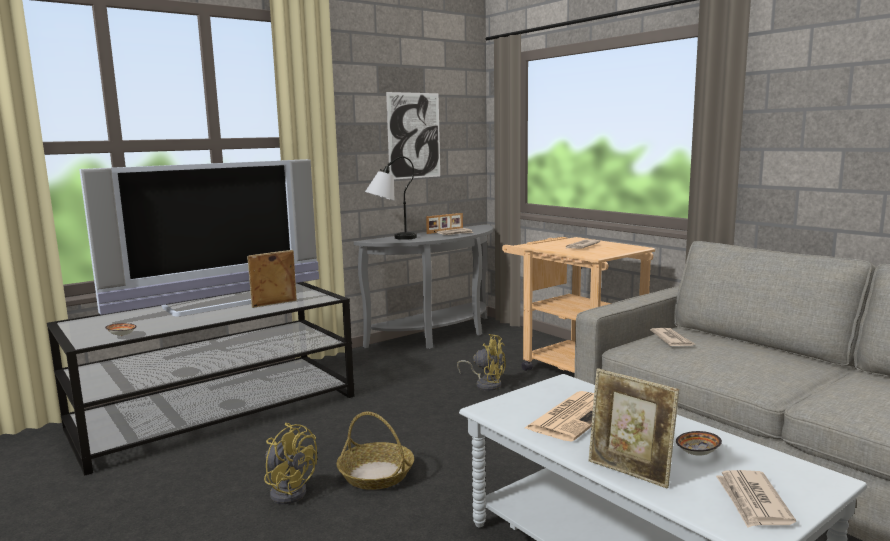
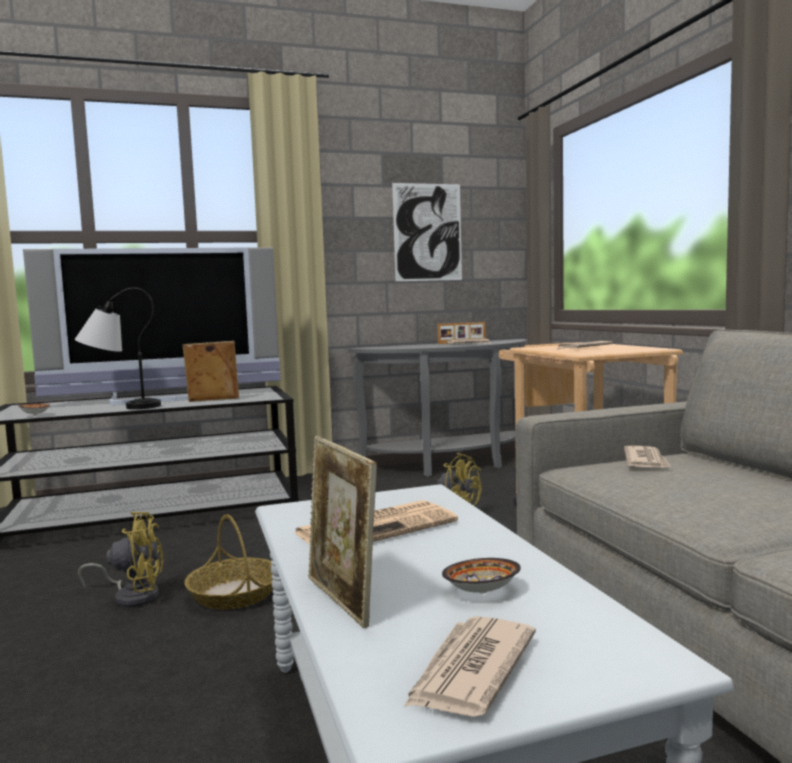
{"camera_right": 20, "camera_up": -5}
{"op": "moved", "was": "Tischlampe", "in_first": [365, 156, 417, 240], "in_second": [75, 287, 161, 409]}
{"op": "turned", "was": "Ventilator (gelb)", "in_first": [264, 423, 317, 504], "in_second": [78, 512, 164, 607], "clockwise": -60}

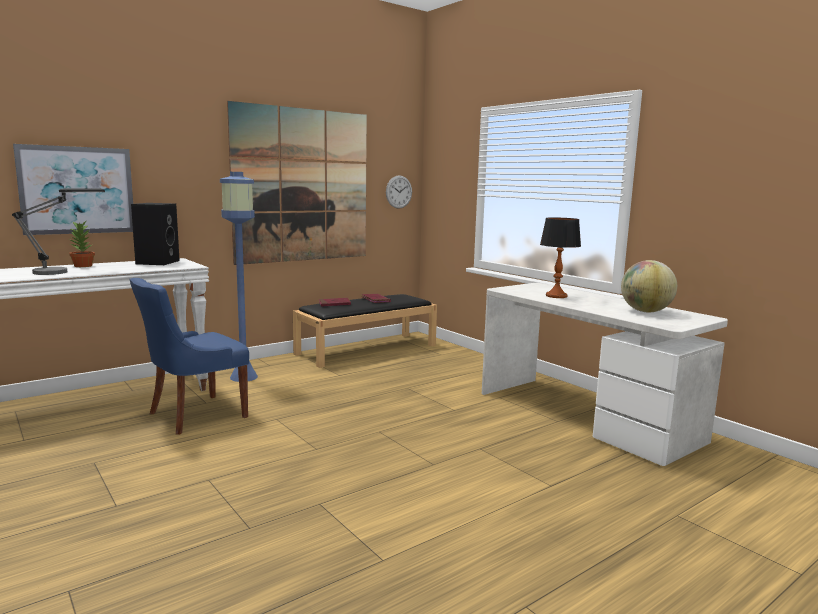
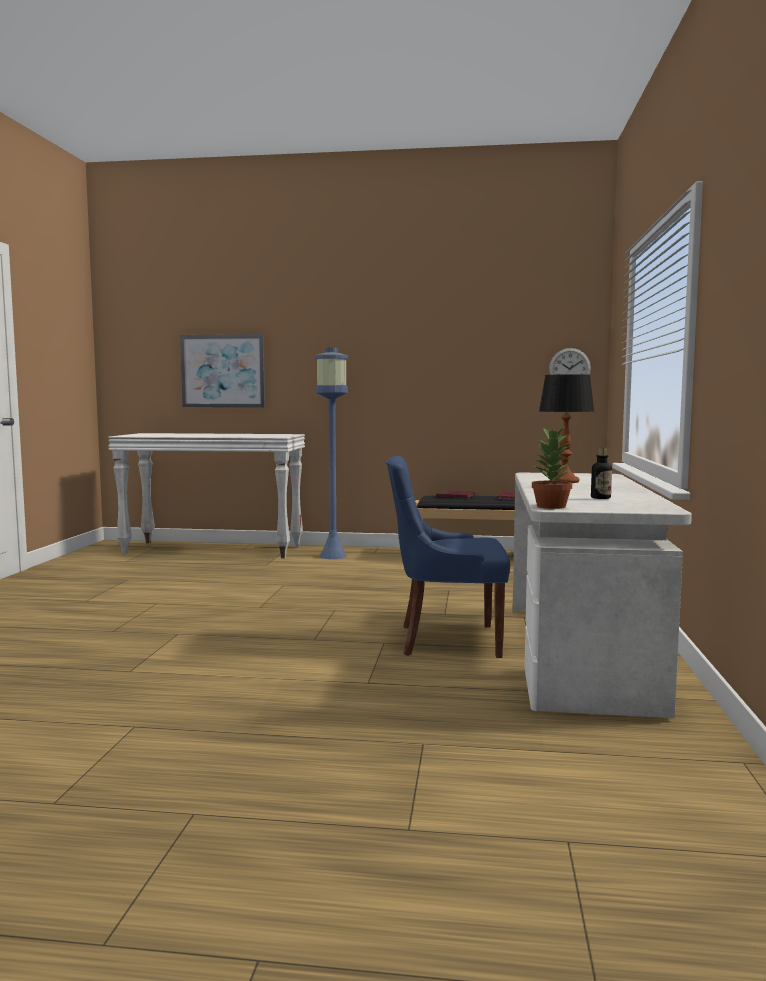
{"camera_right": 45, "camera_up": -5}
{"op": "removed", "was": "Tischlampe", "in_first": [12, 189, 105, 275]}
{"op": "removed", "was": "Lautsprecher (schwarz)", "in_first": [131, 203, 180, 265]}
{"op": "removed", "was": "Bild", "in_first": [227, 101, 367, 265]}
{"op": "moved", "was": "Topfpflanze", "in_first": [69, 221, 95, 267], "in_second": [532, 427, 572, 509]}
{"op": "moved", "was": "Stuhl (blau)", "in_first": [129, 278, 249, 435], "in_second": [386, 456, 510, 658]}
{"op": "replaced", "was": "Globus", "now": "Flasche", "in_first": [621, 260, 677, 312], "in_second": [591, 448, 612, 499]}

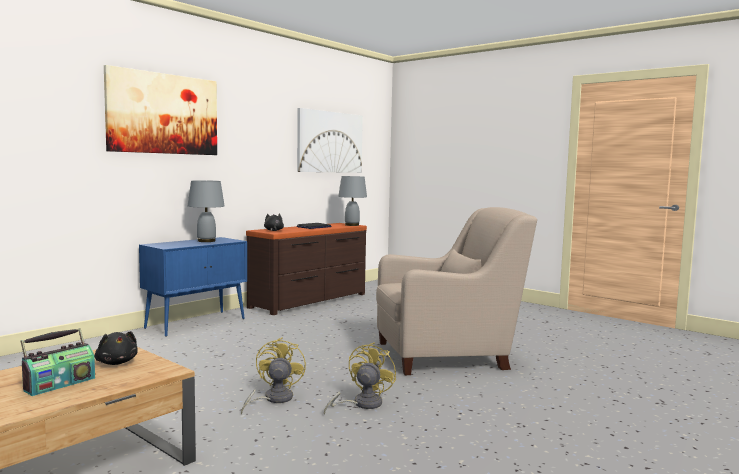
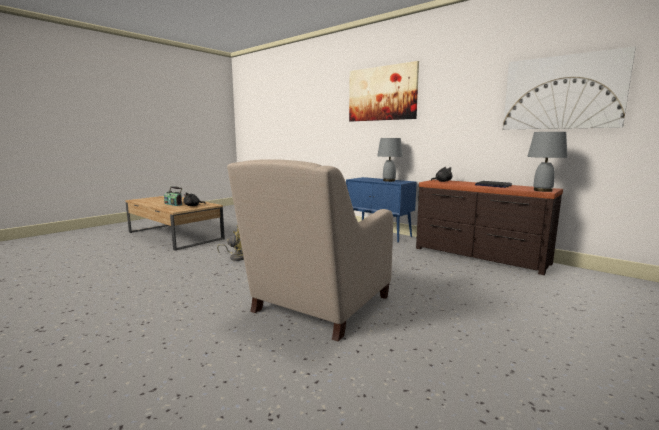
{"camera_right": 90, "camera_up": 5}
{"op": "removed", "was": "Ventilator (gelb)", "in_first": [324, 342, 397, 415]}
{"op": "turned", "was": "Sessel (beige)", "in_first": [376, 207, 537, 375], "in_second": [227, 159, 393, 341], "clockwise": 45}

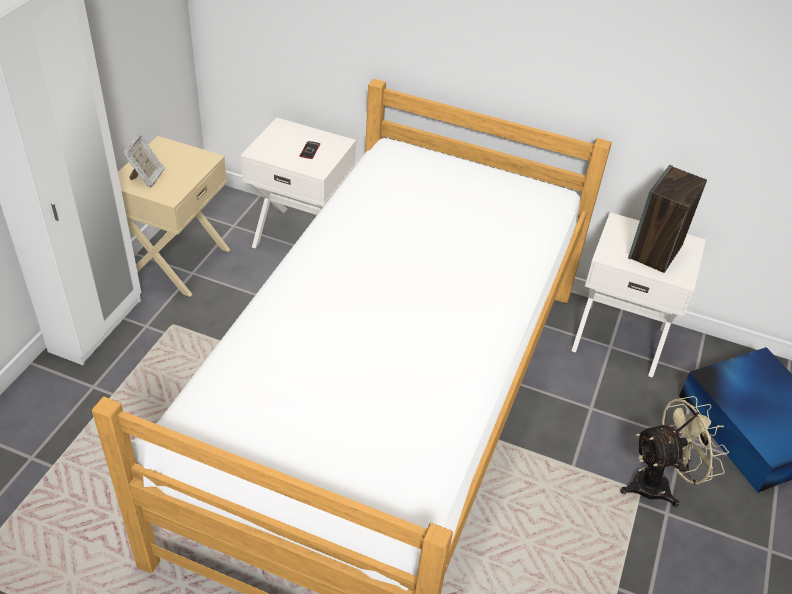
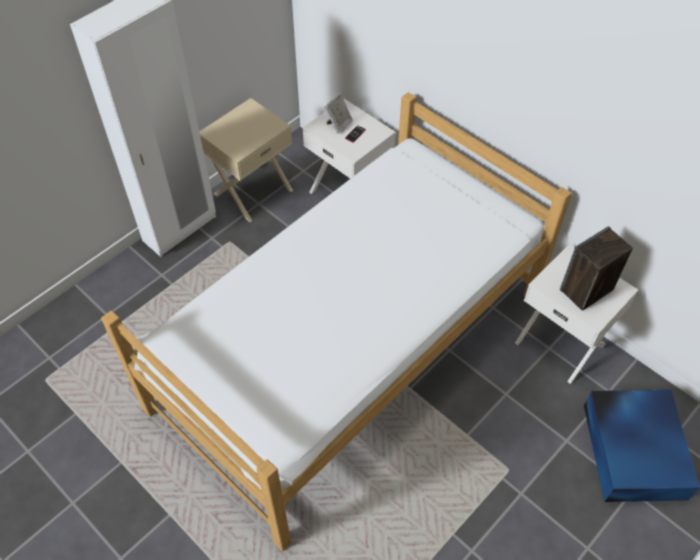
{"camera_right": 25, "camera_up": 10}
{"op": "removed", "was": "Ventilator (beige)", "in_first": [620, 396, 729, 508]}
{"op": "moved", "was": "Bilderrahmen", "in_first": [123, 134, 165, 187], "in_second": [324, 93, 353, 134]}

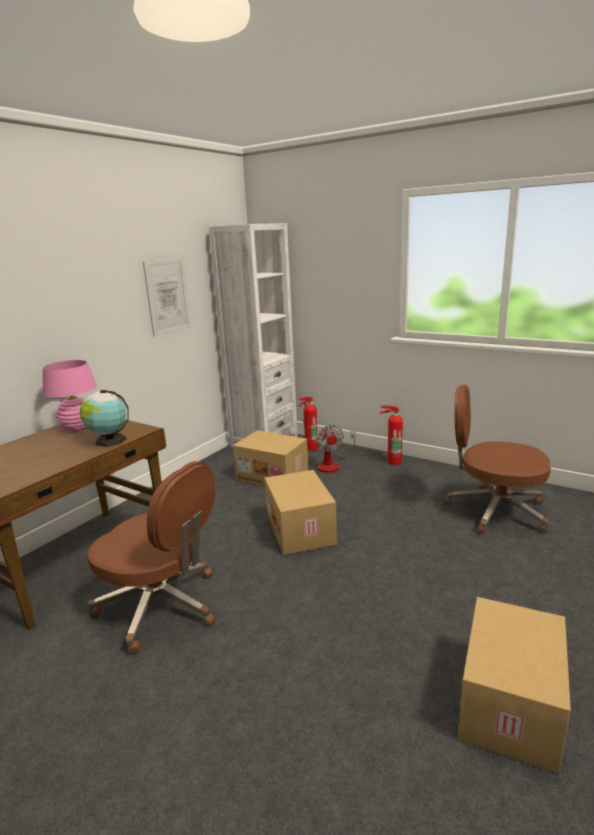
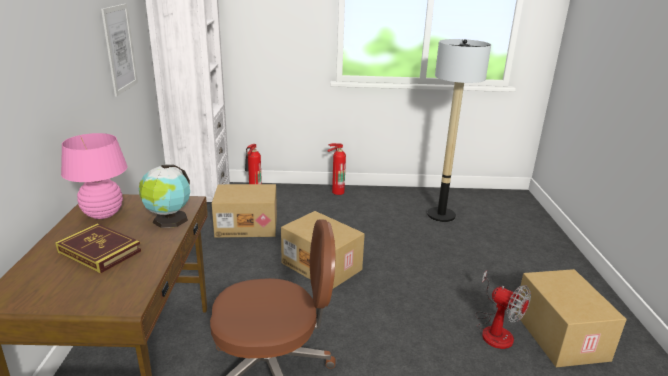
{"camera_right": -35, "camera_up": 5}
{"op": "added", "now": "Buch", "in_second": [55, 223, 141, 273]}
{"op": "moved", "was": "Ventilator", "in_first": [317, 425, 356, 473], "in_second": [475, 271, 531, 349]}
{"op": "replaced", "was": "Bürostuhl (braun)", "now": "Stehlampe", "in_first": [443, 385, 551, 535], "in_second": [427, 39, 491, 222]}

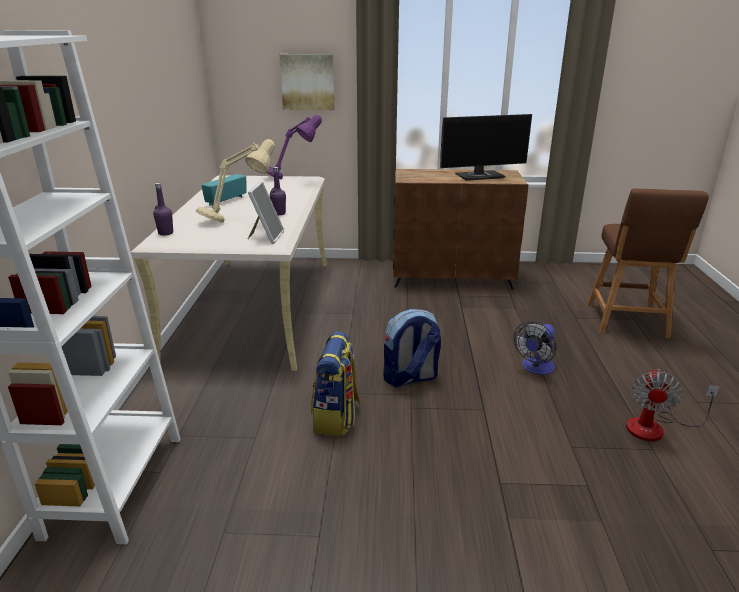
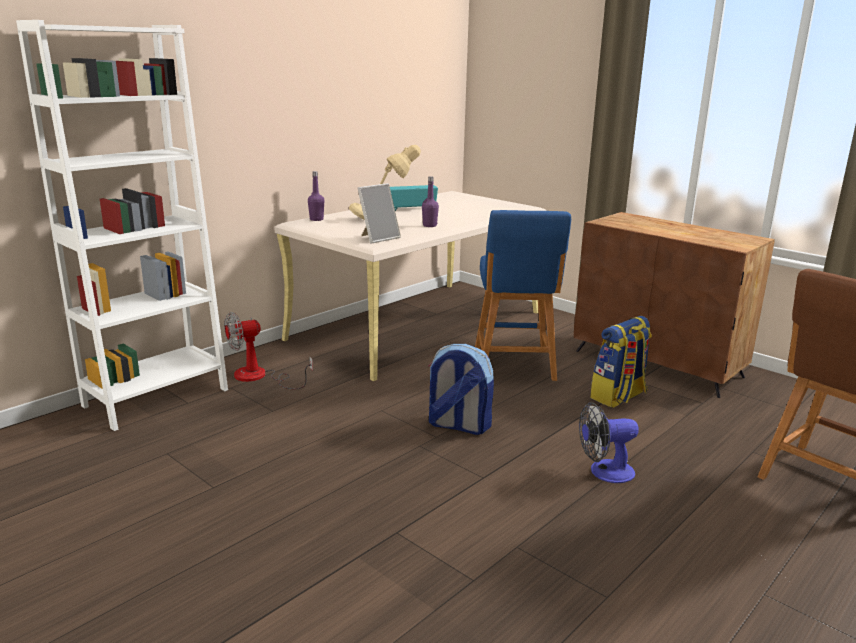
{"camera_right": 40, "camera_up": -5}
{"op": "removed", "was": "Tischlampe (lila)", "in_first": [267, 115, 322, 179]}
{"op": "removed", "was": "Bild", "in_first": [279, 54, 334, 110]}
{"op": "removed", "was": "Monitor", "in_first": [440, 114, 532, 181]}
{"op": "added", "now": "Hocker (blau)", "in_second": [475, 210, 571, 381]}
{"op": "moved", "was": "Rucksack", "in_first": [311, 331, 360, 436], "in_second": [590, 316, 652, 408]}
{"op": "moved", "was": "Ventilator", "in_first": [626, 369, 719, 441], "in_second": [224, 312, 313, 389]}

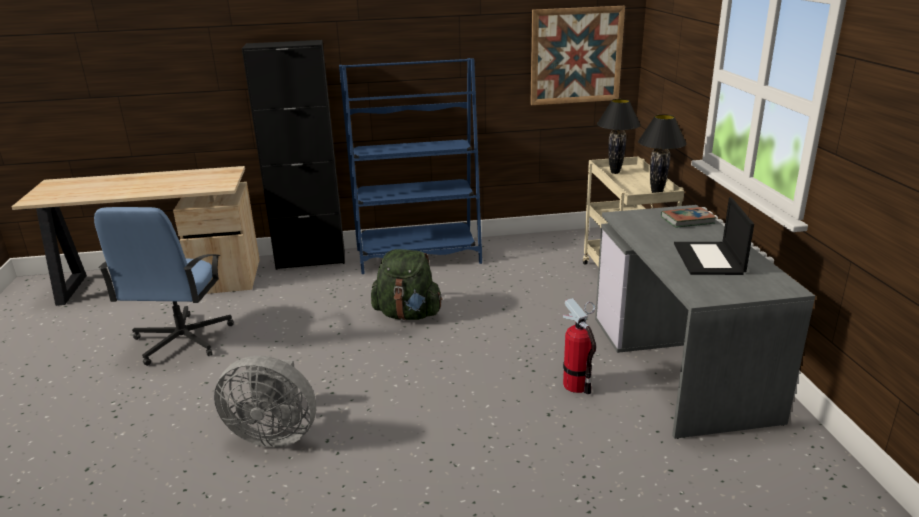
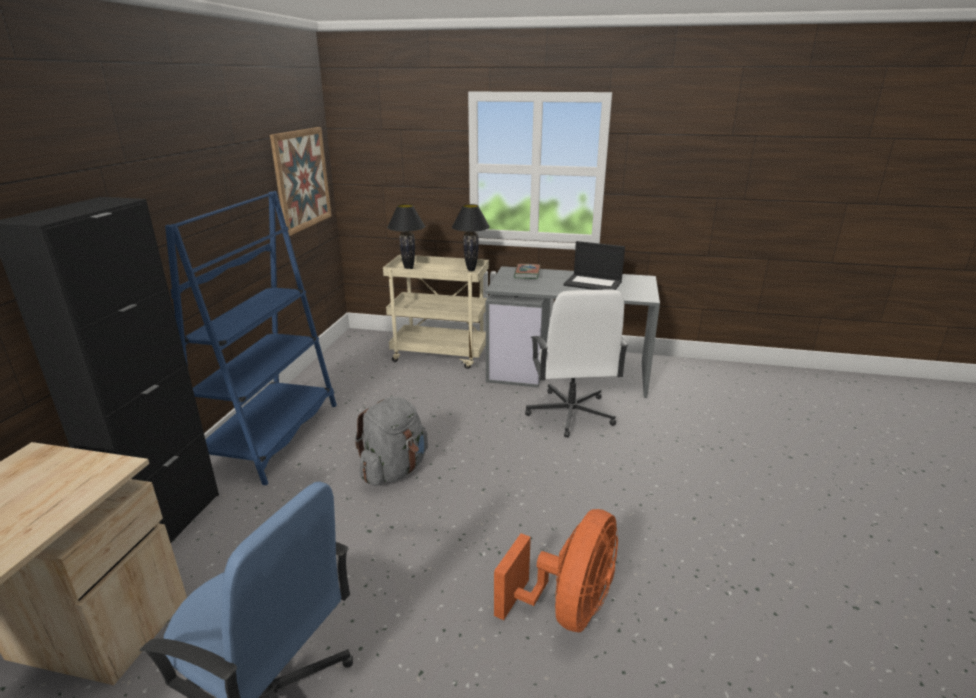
{"camera_right": -70, "camera_up": 0}
{"op": "replaced", "was": "Feuerlöscher", "now": "Bürostuhl (weiß)", "in_first": [563, 298, 596, 394], "in_second": [525, 290, 628, 438]}
{"op": "recoloured", "was": "Ventilator (grau)", "now": "Ventilator (orange)", "in_first": [214, 356, 316, 448], "in_second": [494, 509, 618, 632]}
{"op": "recoloured", "was": "Rucksack (grün)", "now": "Rucksack (grau)", "in_first": [371, 249, 443, 320], "in_second": [355, 397, 428, 486]}

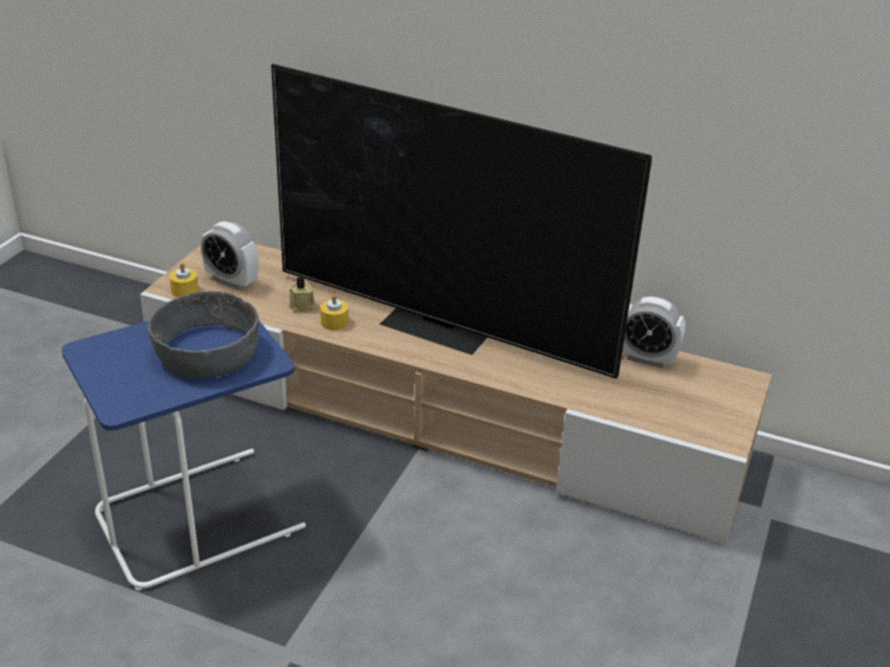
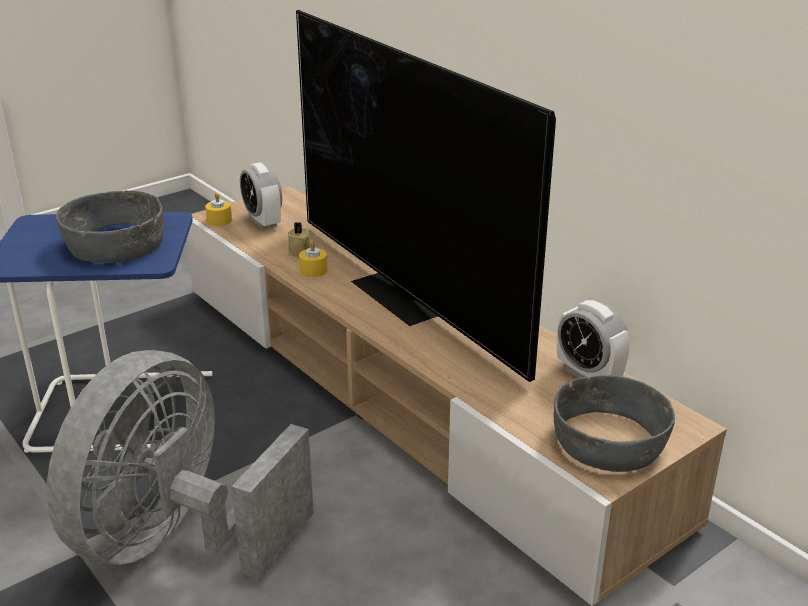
{"camera_right": 30, "camera_up": -5}
{"op": "added", "now": "Ventilator (grau)", "in_second": [47, 350, 314, 580]}
{"op": "added", "now": "Schüssel (grau)", "in_second": [554, 375, 675, 472]}

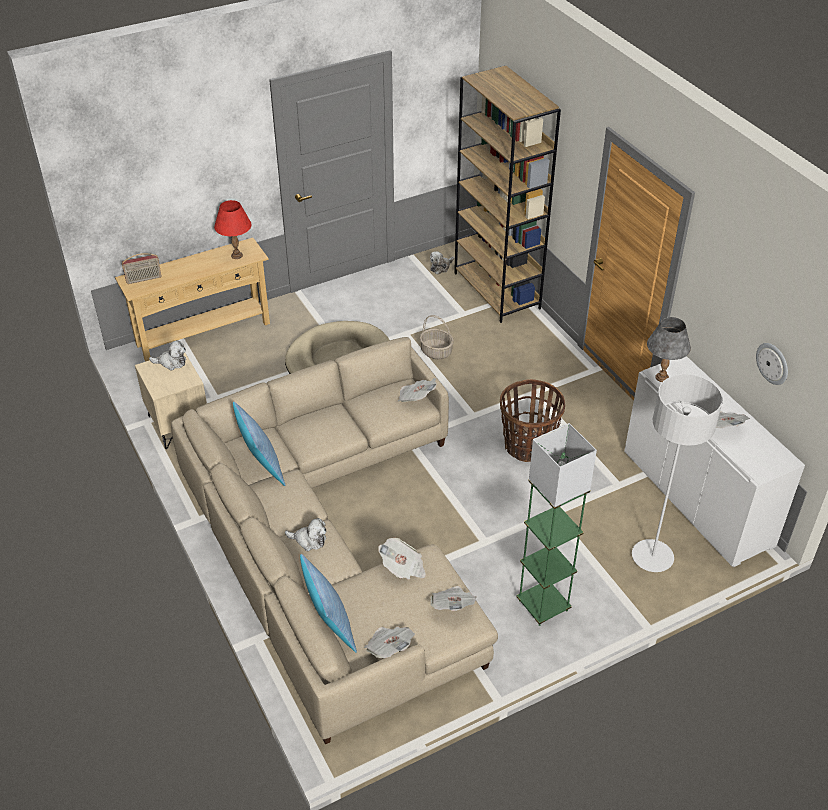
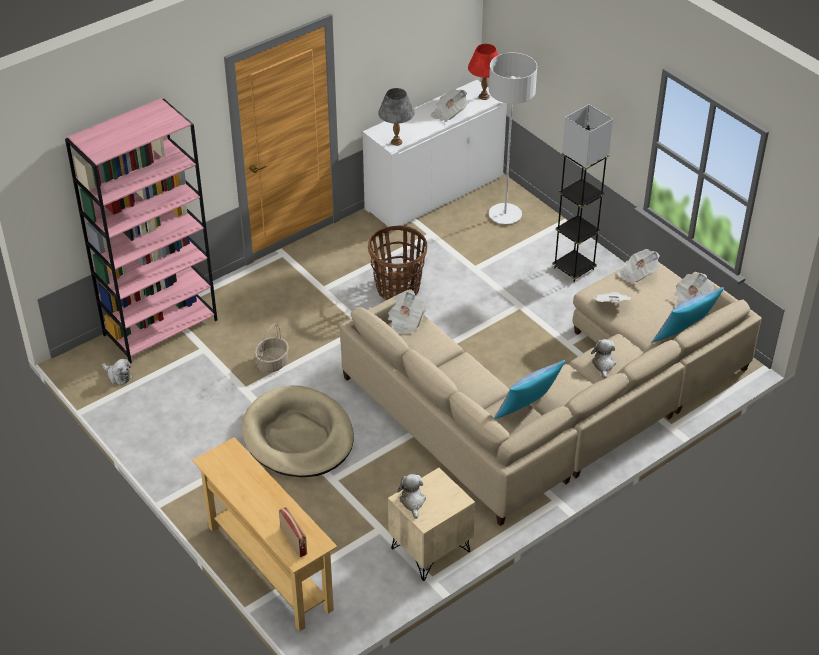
{"camera_right": -100, "camera_up": 0}
{"op": "removed", "was": "Wanduhr", "in_first": [756, 343, 788, 385]}
{"op": "moved", "was": "Tischlampe (rot)", "in_first": [214, 200, 252, 259], "in_second": [468, 44, 498, 100]}
{"op": "recoloured", "was": "Bücherregal (braun)", "now": "Bücherregal (rosa)", "in_first": [454, 66, 561, 323], "in_second": [65, 98, 217, 364]}
{"op": "recoloured", "was": "Stehlampe (grün)", "now": "Stehlampe (grau)", "in_first": [516, 423, 597, 626], "in_second": [552, 104, 613, 282]}

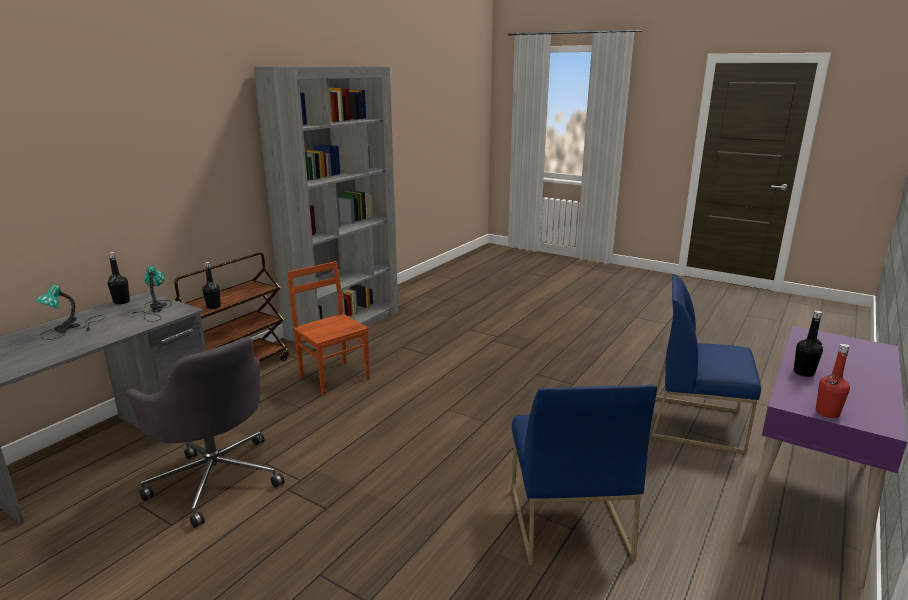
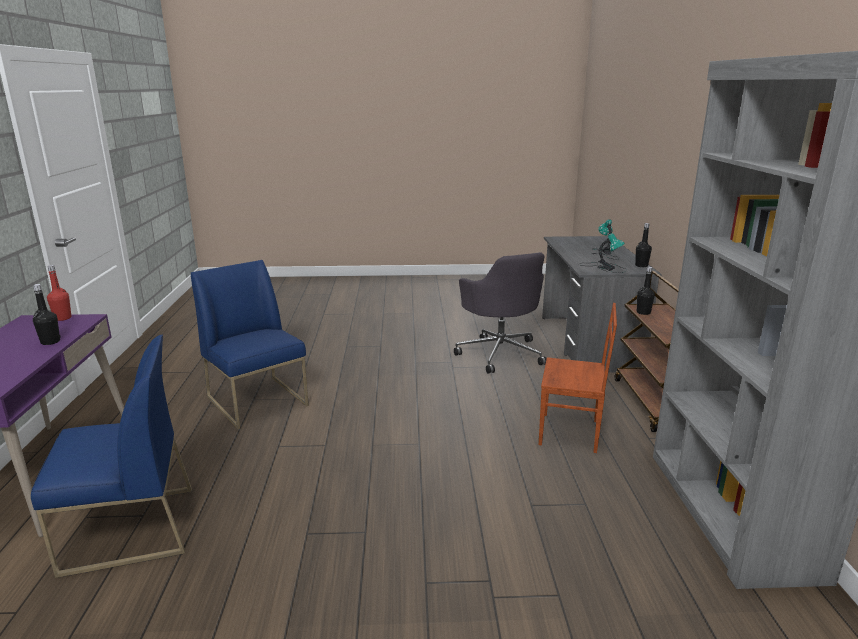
{"camera_right": 145, "camera_up": 0}
{"op": "turned", "was": "Bürostuhl (grau)", "in_first": [125, 337, 285, 528], "in_second": [454, 252, 547, 374], "clockwise": -120}

